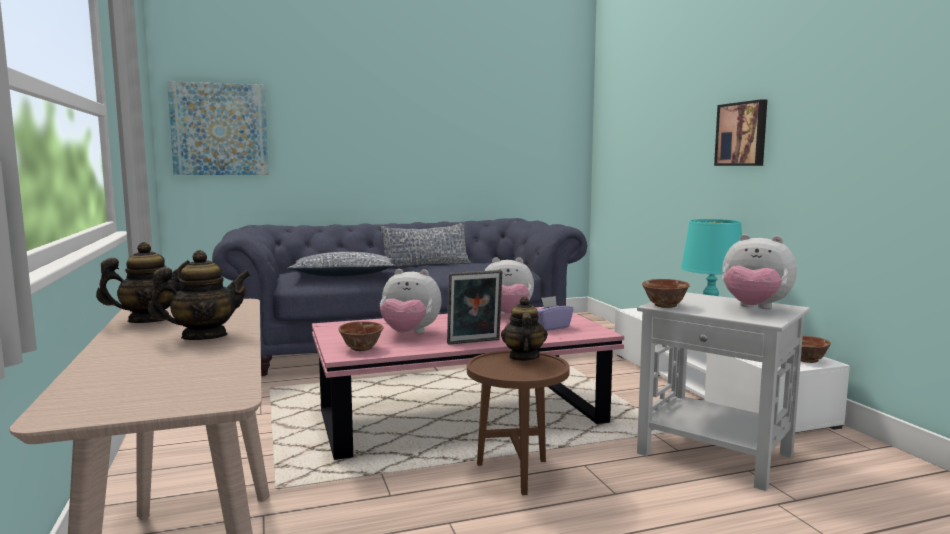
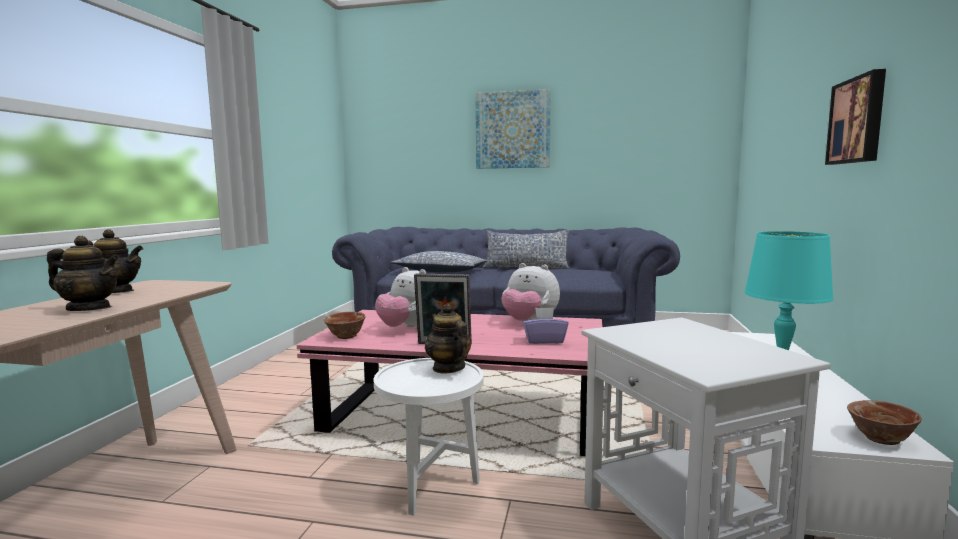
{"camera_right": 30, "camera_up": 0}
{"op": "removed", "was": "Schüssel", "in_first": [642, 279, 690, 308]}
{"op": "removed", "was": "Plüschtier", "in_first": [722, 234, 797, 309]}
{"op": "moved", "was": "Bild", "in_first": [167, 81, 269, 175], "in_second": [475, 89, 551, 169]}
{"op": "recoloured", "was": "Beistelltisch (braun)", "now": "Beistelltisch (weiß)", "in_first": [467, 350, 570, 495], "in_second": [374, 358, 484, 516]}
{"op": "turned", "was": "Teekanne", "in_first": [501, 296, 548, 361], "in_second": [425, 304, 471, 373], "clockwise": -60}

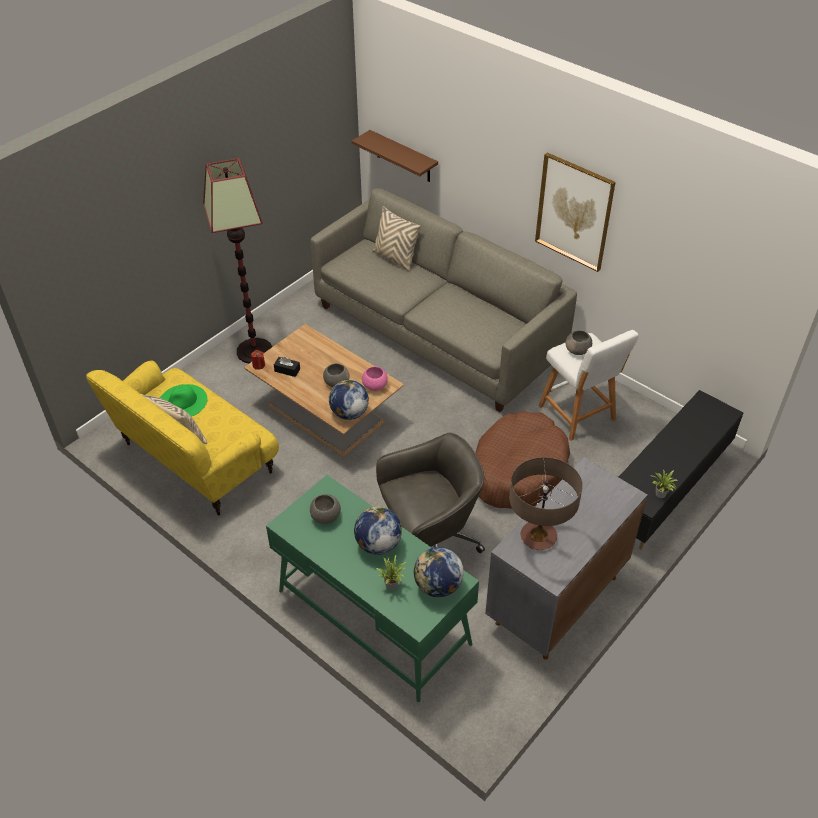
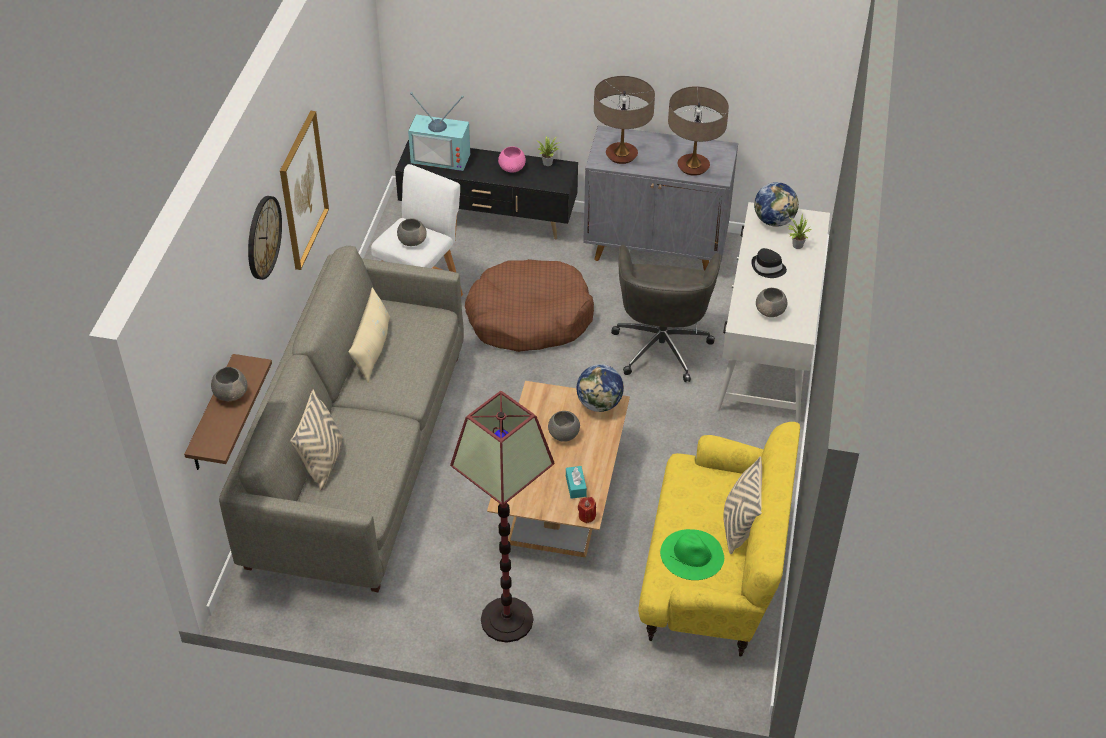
{"camera_right": -120, "camera_up": 0}
{"op": "added", "now": "Schüssel (grau)", "in_second": [211, 367, 247, 401]}
{"op": "added", "now": "Wanduhr", "in_second": [248, 196, 282, 280]}
{"op": "added", "now": "Kissen (beige)", "in_second": [349, 288, 390, 383]}
{"op": "added", "now": "Fernseher", "in_second": [408, 92, 470, 171]}
{"op": "added", "now": "Tischlampe", "in_second": [594, 76, 655, 164]}
{"op": "moved", "was": "Schüssel (rosa)", "in_first": [362, 366, 388, 391], "in_second": [498, 147, 526, 173]}
{"op": "replaced", "was": "Globus", "now": "Hut (schwarz)", "in_first": [354, 506, 402, 555], "in_second": [751, 248, 787, 278]}
{"op": "recoloured", "was": "Schreibtisch (grün)", "now": "Schreibtisch (weiß)", "in_first": [266, 475, 479, 702], "in_second": [716, 202, 830, 423]}
{"op": "recoloured", "was": "Taschentuchbox (schwarz)", "now": "Taschentuchbox (türkis)", "in_first": [274, 357, 300, 377], "in_second": [566, 466, 587, 499]}
{"op": "turned", "was": "Bürostuhl (grau)", "in_first": [376, 433, 485, 553], "in_second": [611, 245, 721, 382], "clockwise": -120}

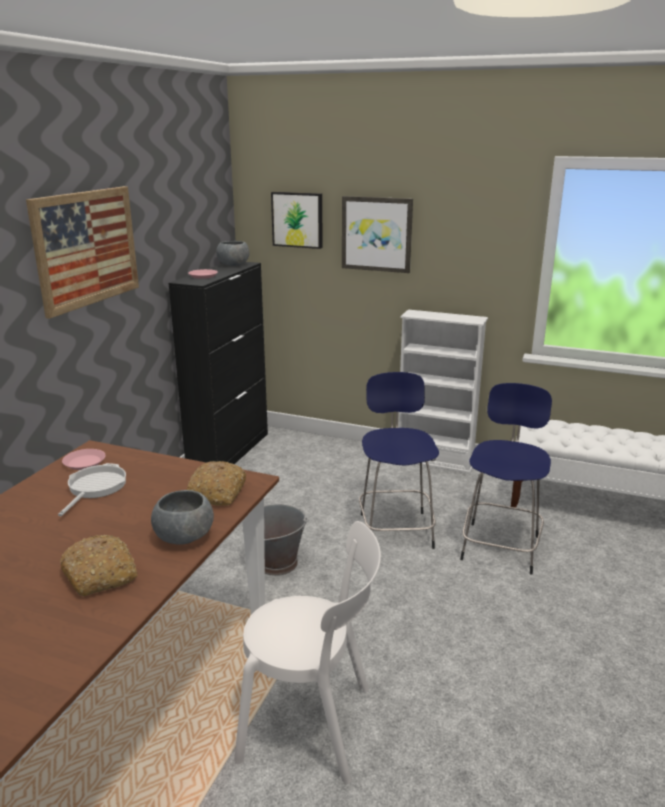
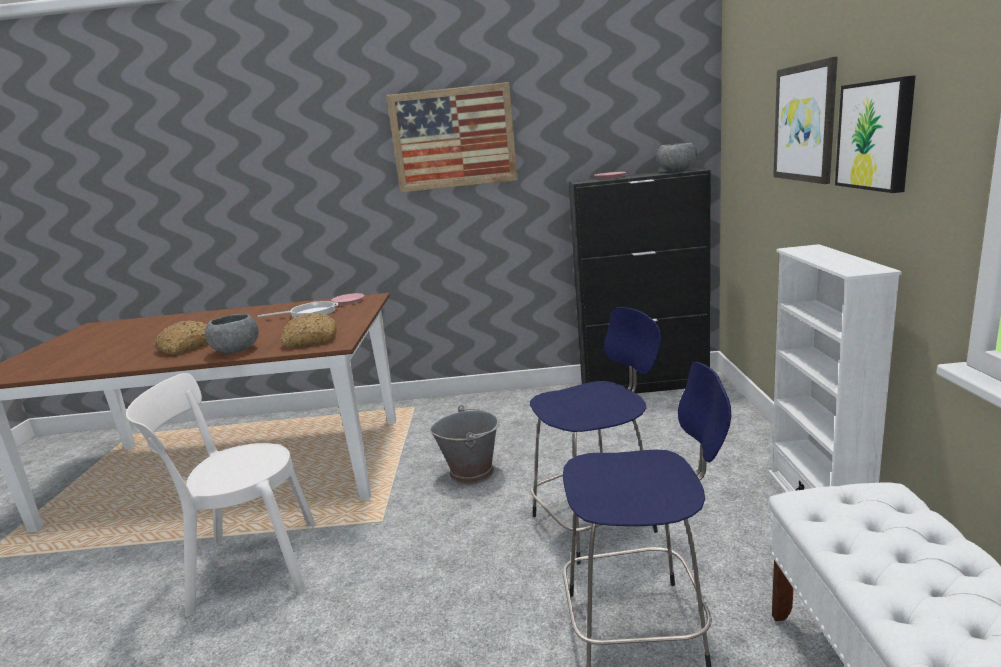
{"camera_right": 70, "camera_up": -5}
{"op": "moved", "was": "Bild", "in_first": [271, 192, 323, 249], "in_second": [835, 75, 916, 193]}
{"op": "turned", "was": "Stuhl (weiß)", "in_first": [234, 521, 381, 784], "in_second": [126, 373, 316, 617], "clockwise": 90}

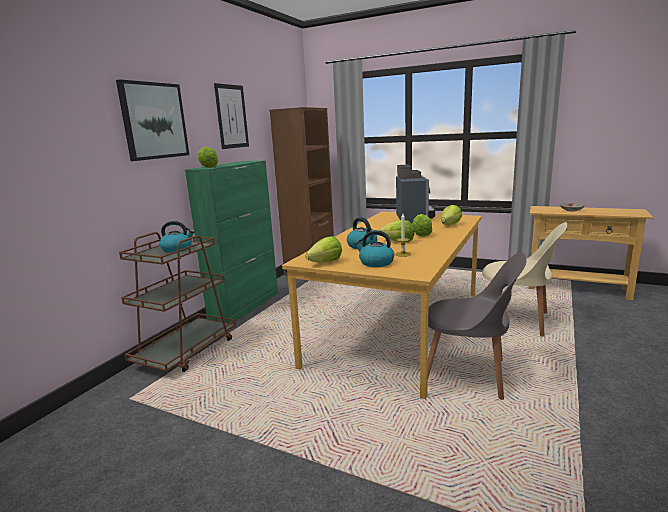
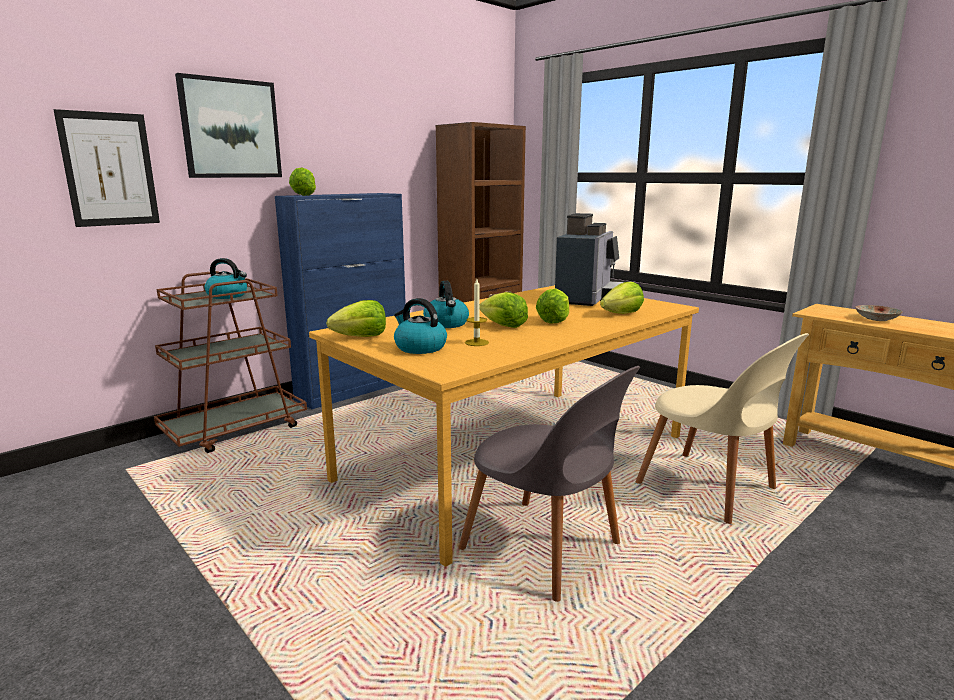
{"camera_right": 20, "camera_up": 0}
{"op": "moved", "was": "Bild", "in_first": [214, 83, 249, 149], "in_second": [53, 109, 160, 227]}
{"op": "recoloured", "was": "Schrank (grün)", "now": "Schrank (blau)", "in_first": [185, 161, 278, 324], "in_second": [275, 193, 406, 409]}

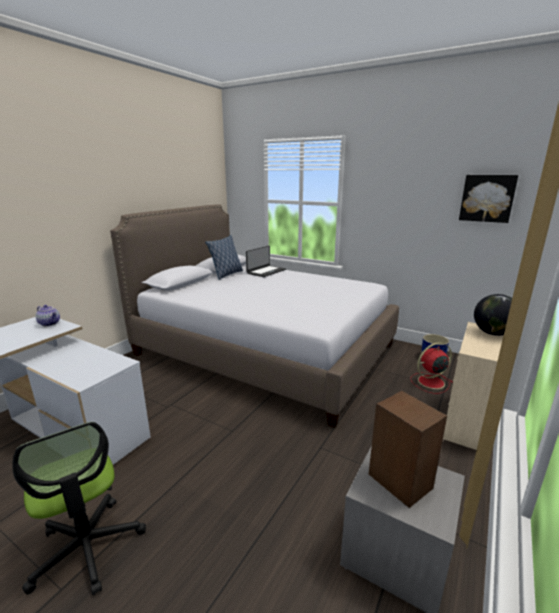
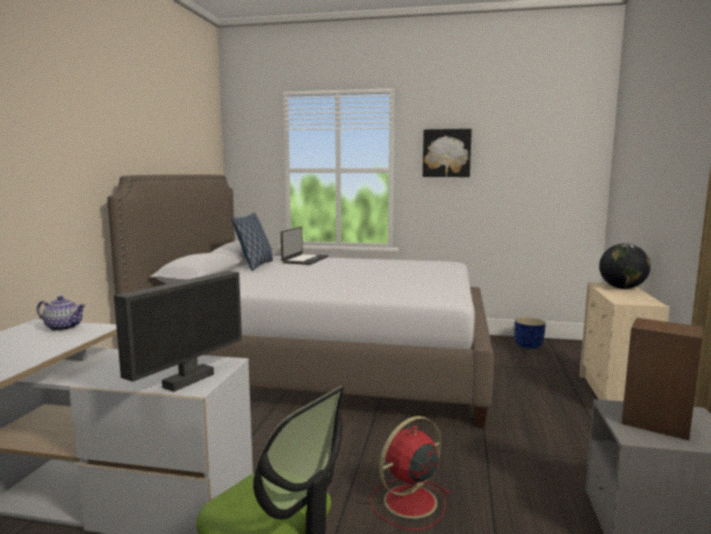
{"camera_right": -20, "camera_up": -10}
{"op": "added", "now": "Monitor", "in_second": [114, 271, 242, 392]}
{"op": "moved", "was": "Ventilator (rot)", "in_first": [410, 342, 453, 394], "in_second": [370, 416, 450, 530]}
{"op": "moved", "was": "Bild", "in_first": [459, 175, 518, 223], "in_second": [423, 129, 472, 177]}

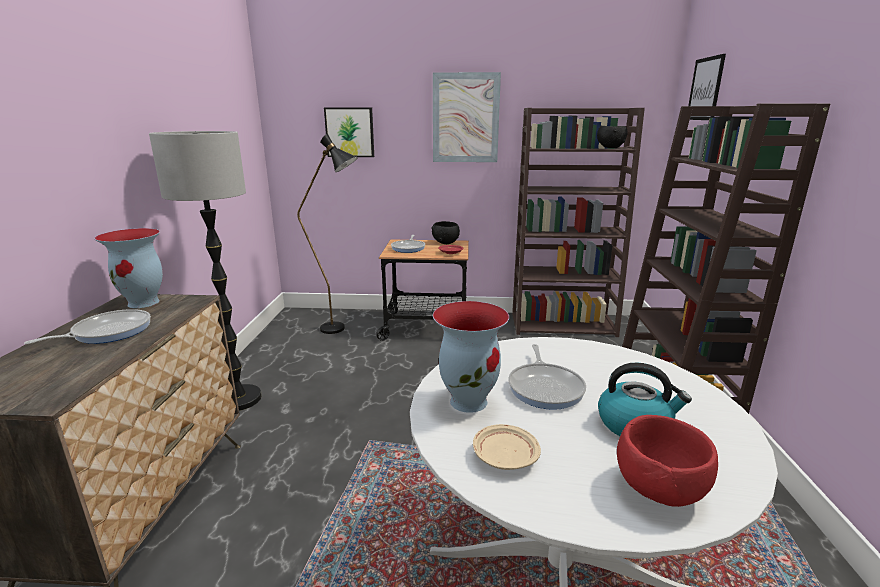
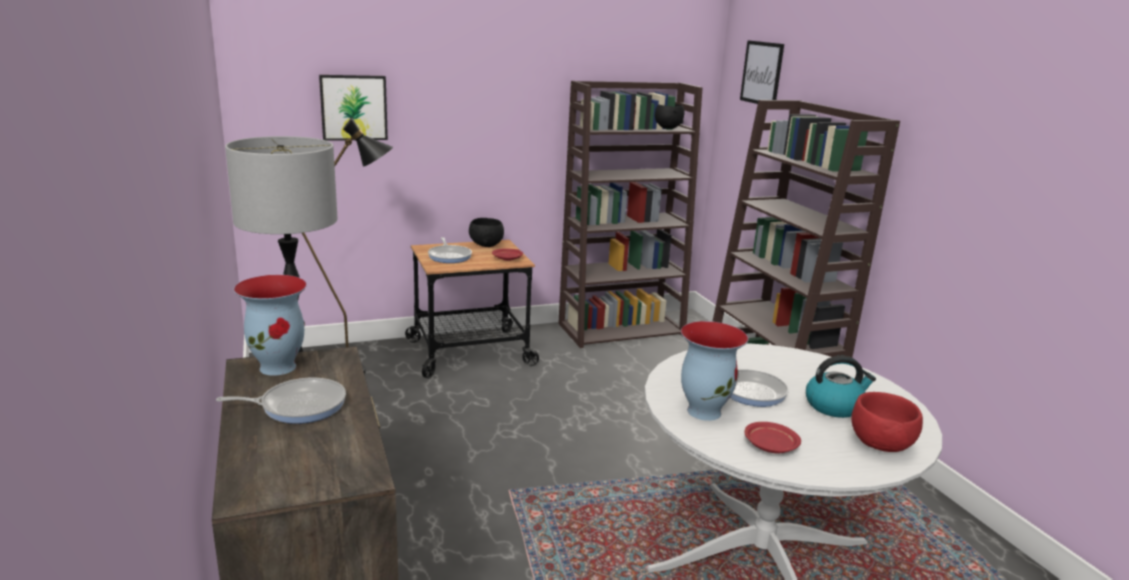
{"camera_right": -25, "camera_up": 0}
{"op": "removed", "was": "Bild", "in_first": [433, 72, 501, 162]}
{"op": "recoloured", "was": "Teller (beige)", "now": "Teller (rot)", "in_first": [473, 424, 541, 470], "in_second": [744, 422, 801, 453]}
{"op": "turned", "was": "Pfanne", "in_first": [24, 309, 151, 344], "in_second": [216, 377, 346, 424], "clockwise": 60}

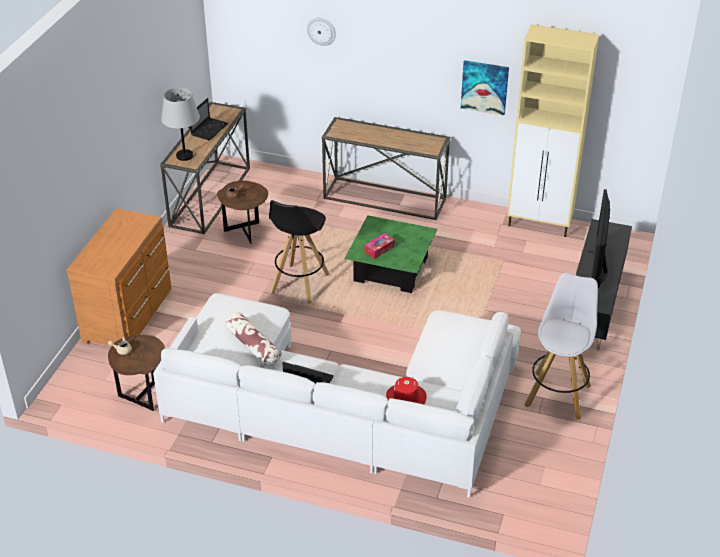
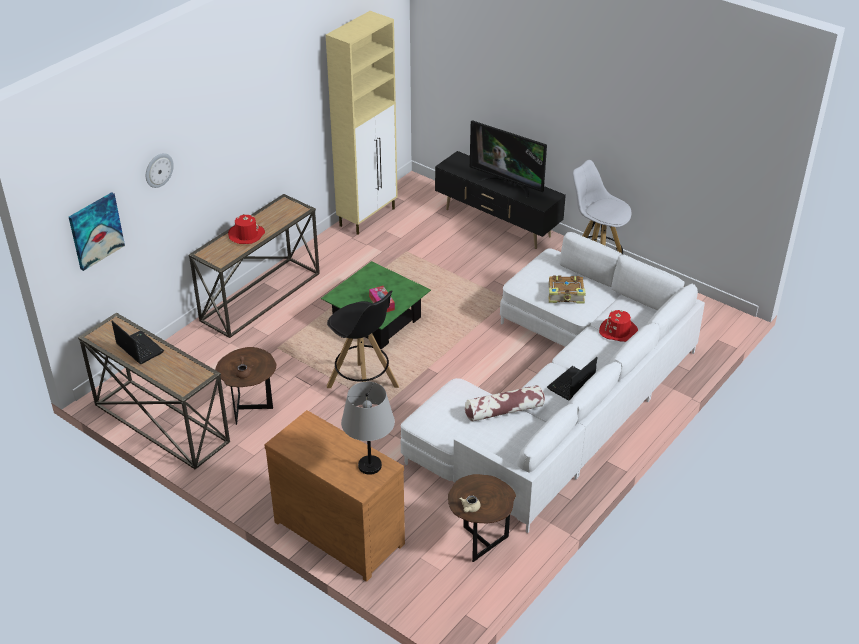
{"camera_right": -70, "camera_up": 0}
{"op": "added", "now": "Hut (rot)", "in_second": [228, 214, 265, 244]}
{"op": "added", "now": "Buch", "in_second": [548, 275, 586, 304]}
{"op": "moved", "was": "Tischlampe (grau)", "in_first": [161, 88, 200, 161], "in_second": [341, 382, 395, 475]}
{"op": "moved", "was": "Bild", "in_first": [461, 60, 509, 116], "in_second": [69, 192, 125, 271]}

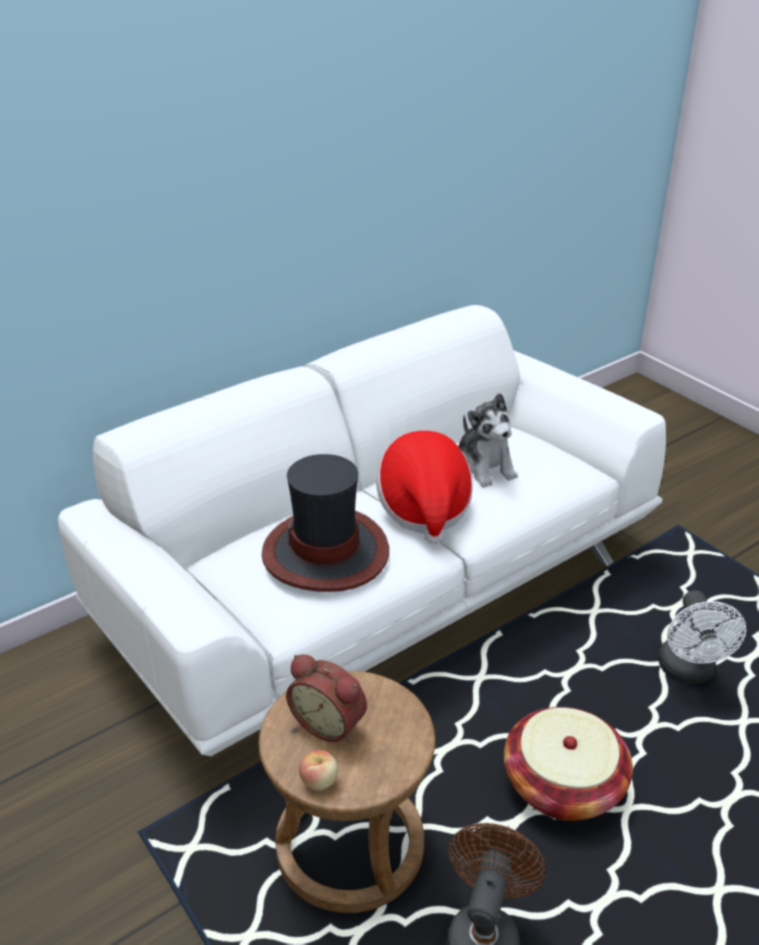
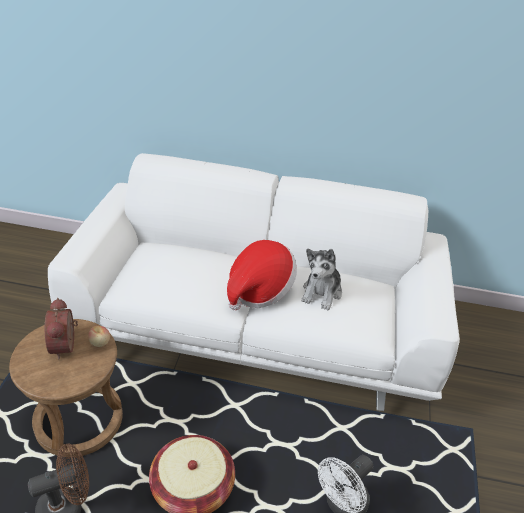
{"camera_right": 45, "camera_up": 5}
{"op": "removed", "was": "Hut", "in_first": [262, 454, 389, 592]}
{"op": "moved", "was": "Apfel", "in_first": [299, 750, 338, 791], "in_second": [88, 326, 110, 347]}

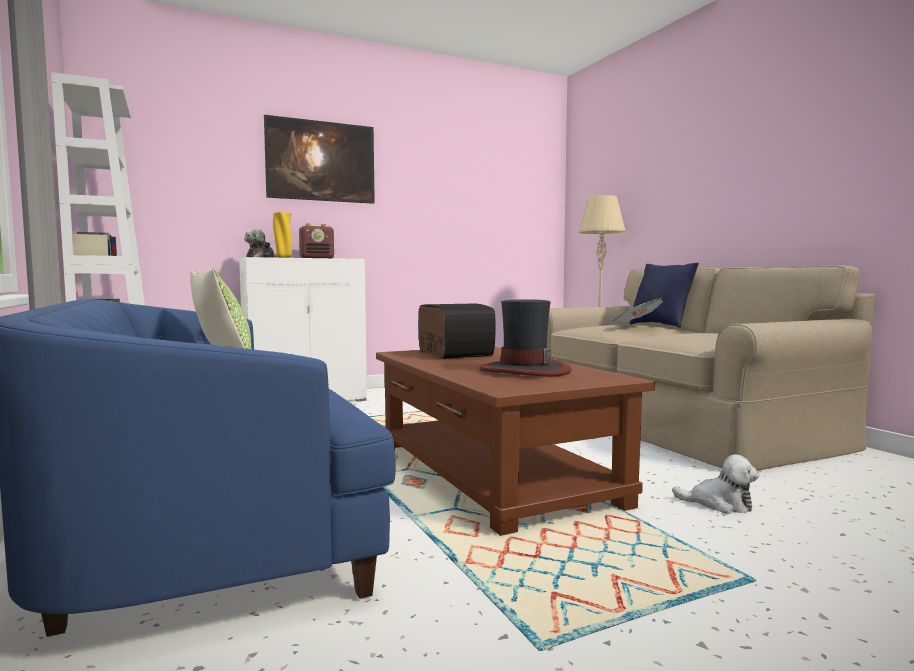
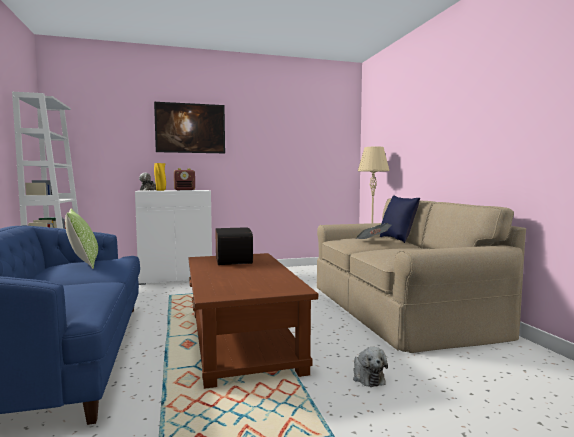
{"camera_right": 10, "camera_up": 0}
{"op": "removed", "was": "Hut", "in_first": [479, 299, 572, 376]}
{"op": "turned", "was": "Plüschtier", "in_first": [672, 454, 759, 514], "in_second": [353, 347, 388, 387], "clockwise": 45}

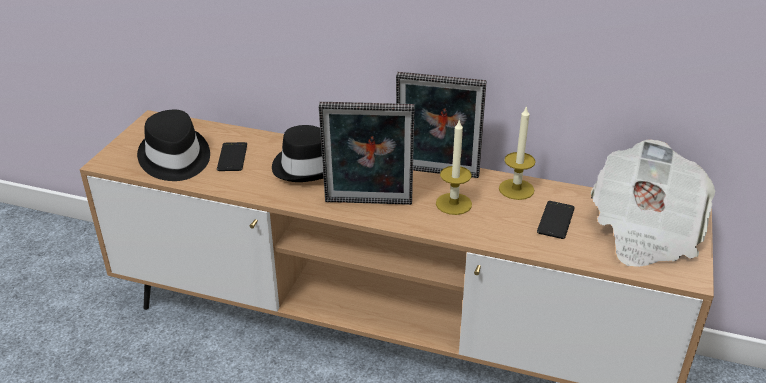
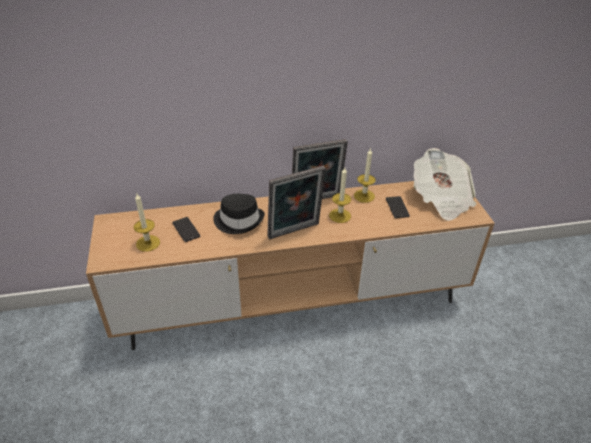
{"camera_right": -30, "camera_up": 5}
{"op": "replaced", "was": "Hut (schwarz)", "now": "Kerze", "in_first": [137, 110, 210, 181], "in_second": [134, 194, 160, 252]}

